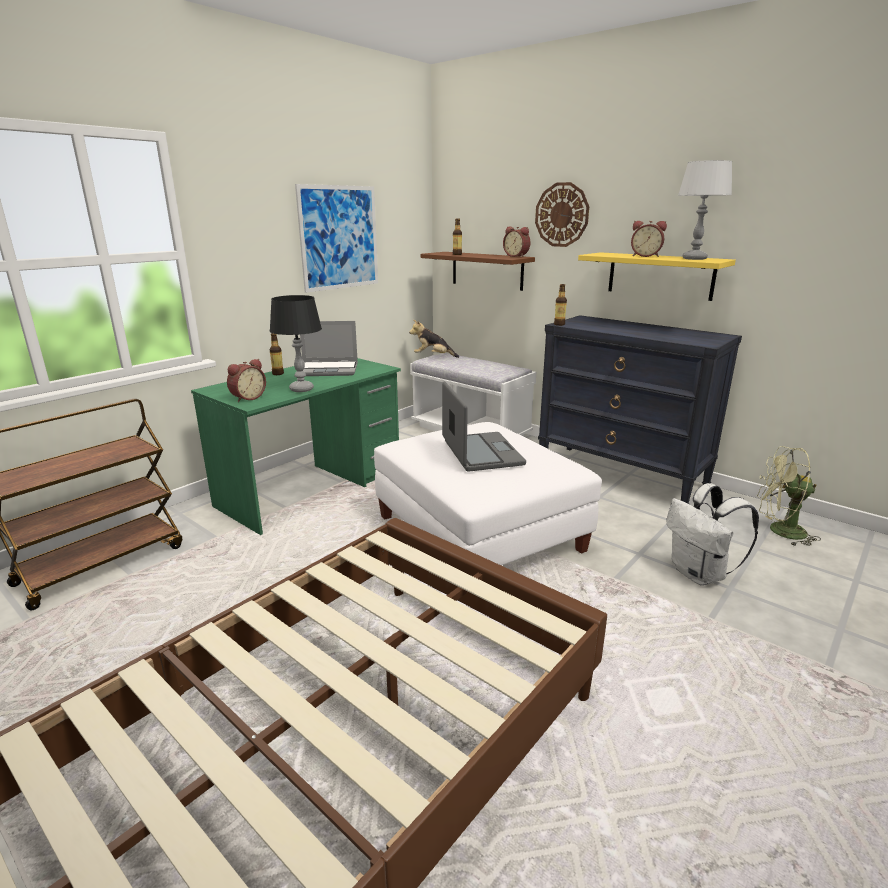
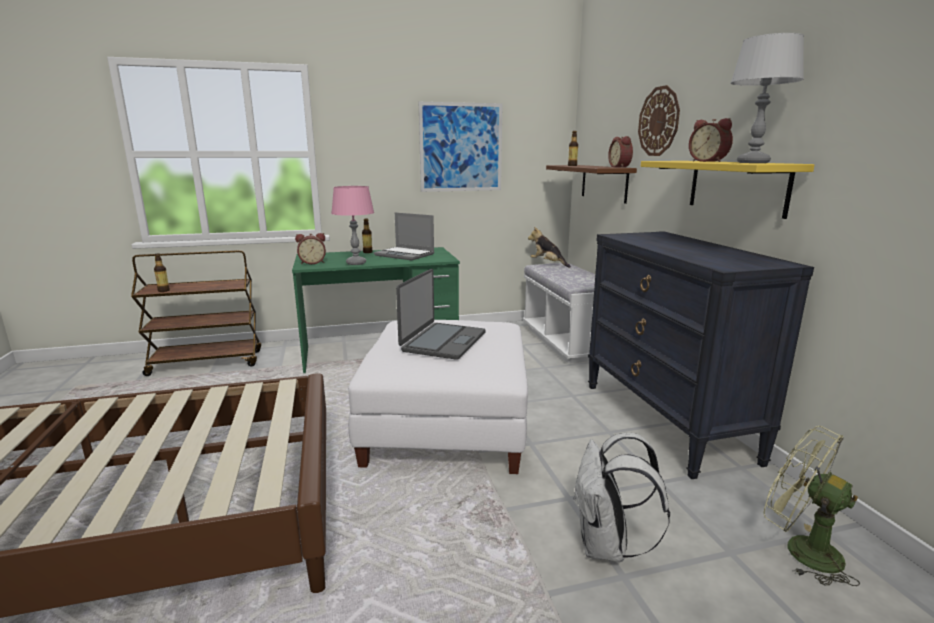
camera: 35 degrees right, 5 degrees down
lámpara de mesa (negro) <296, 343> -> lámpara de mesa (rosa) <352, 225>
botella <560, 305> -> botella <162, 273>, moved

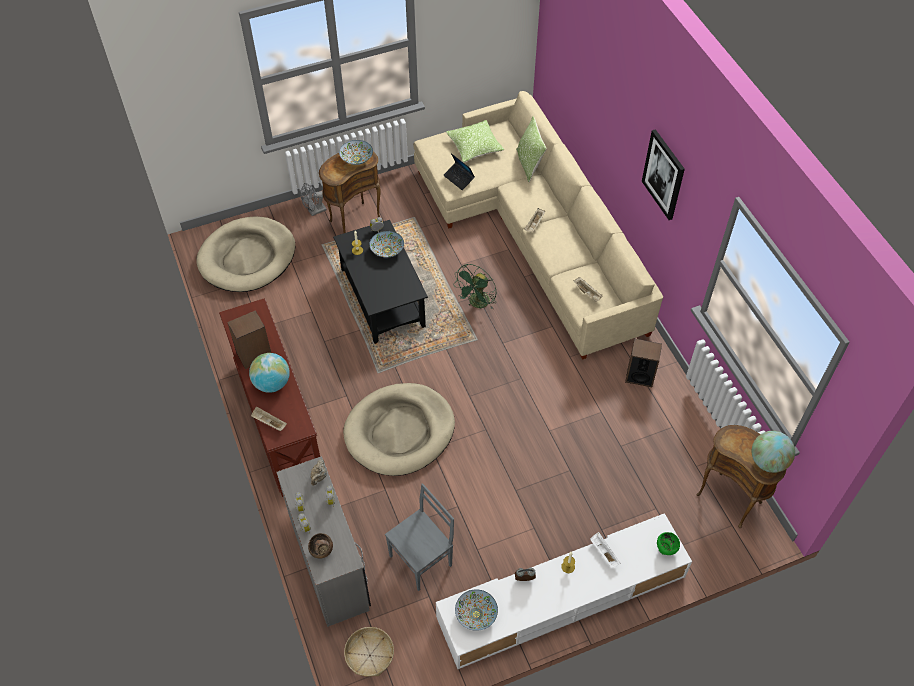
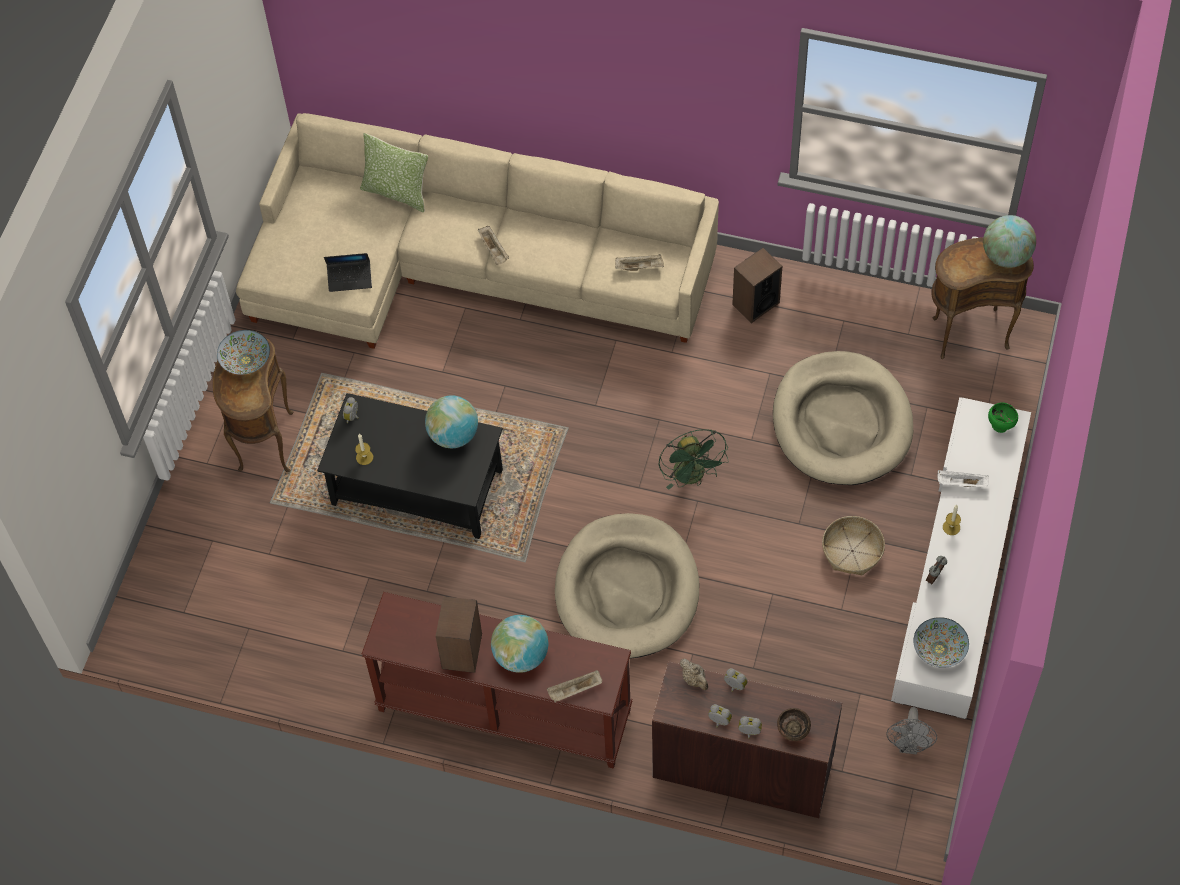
camera: 50 degrees left, 5 degrees up
cama para perro (beis) <245, 254> -> cama para perro (beis) <843, 418>, moved
escritorio (gris) <323, 541> -> escritorio (marrón) <747, 739>
ventilador (gris) <313, 199> -> ventilador (gris) <911, 731>, moved
cesta <369, 652> -> cesta <853, 545>, moved
cuenco <387, 244> -> none
silla (gris) <419, 537> -> none
cojín <475, 141> -> none
ventilador (verde) <475, 286> -> ventilador (verde) <693, 459>, moved
cuadro <663, 174> -> none
none -> globo terráqueo <451, 421>

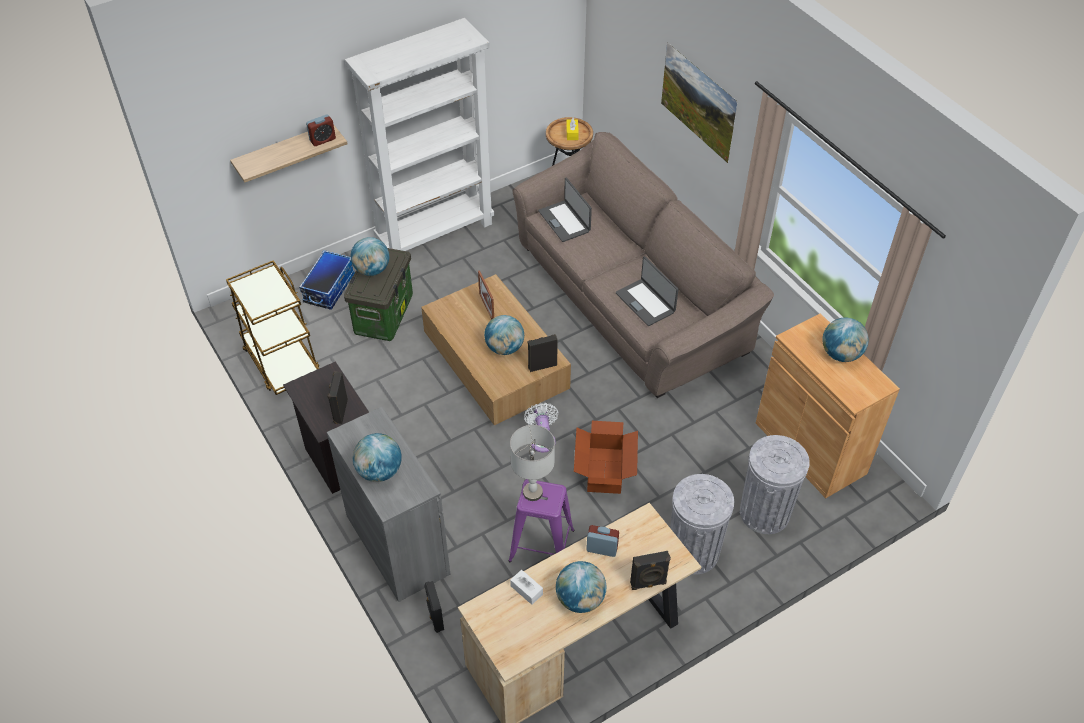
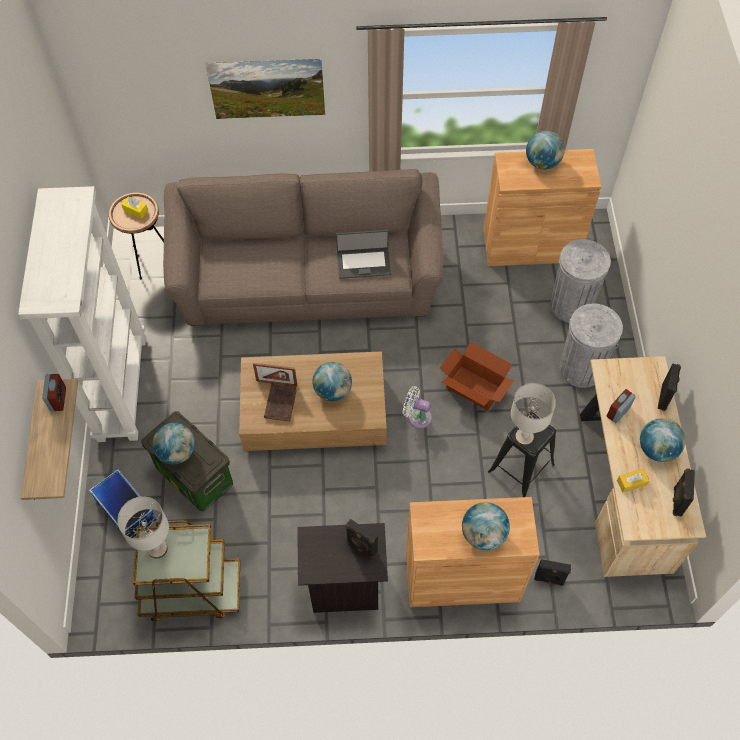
camera: 60 degrees left, 10 degrees up
armario (gris) <388, 504> -> armario (marrón) <473, 552>
taburete (morado) <542, 520> -> taburete (negro) <522, 454>
caja de pañuelos (blanco) <526, 587> -> caja de pañuelos (amarillo) <633, 480>
altavoz (negro) <543, 353> -> altavoz (negro) <684, 492>, moved
portátil <565, 210> -> none
none -> lámpara de mesa (gris) <143, 527>
none -> libro (marrón) <280, 403>

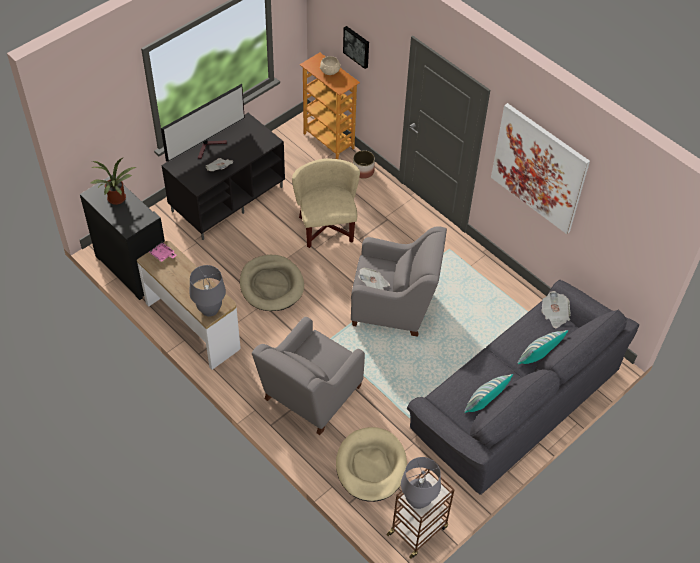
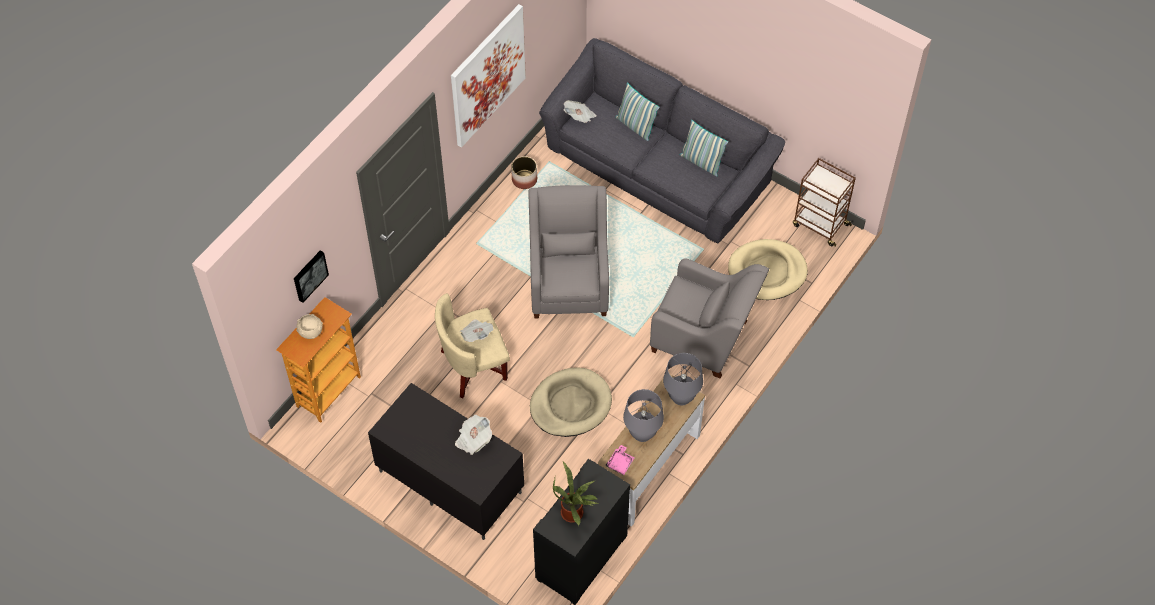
camera: 100 degrees left, 5 degrees up
televisor <203, 123> -> none
maceta <364, 164> -> maceta <524, 172>, moved
periódico <374, 278> -> periódico <477, 330>, moved
lámpara de mesa (gris) <421, 483> -> lámpara de mesa (gris) <643, 415>, moved

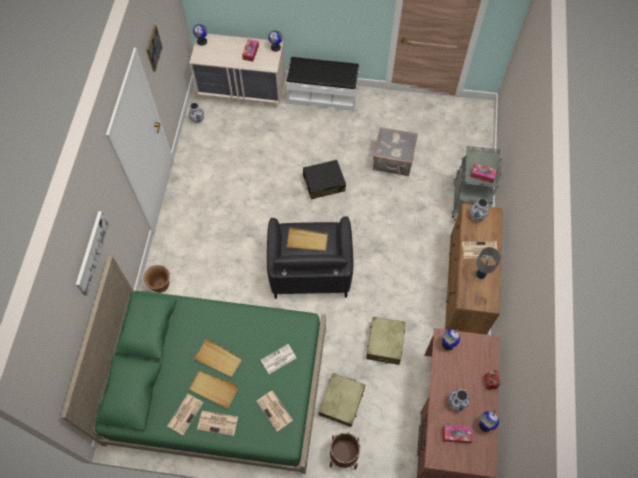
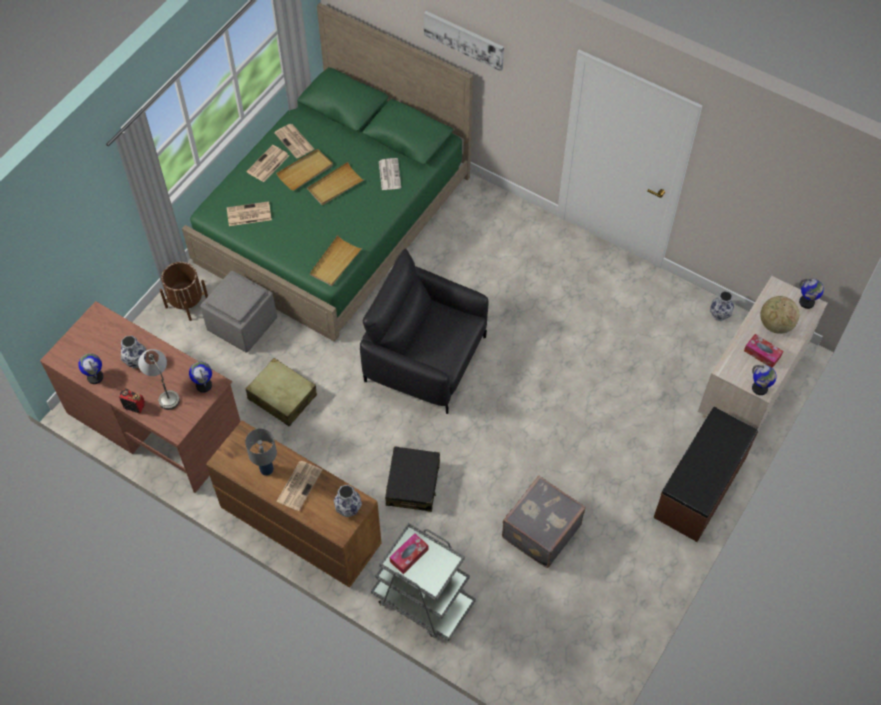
camera: 115 degrees right, 5 degrees down
maceta (marrón) <156, 279> -> none
cuadro <154, 48> -> none
periódico <278, 359> -> periódico <390, 174>, moved
banco (blanco) <322, 84> -> banco (marrón) <705, 474>
bandeja (beis) <307, 239> -> bandeja (beis) <336, 261>, moved
maleta (negro) <324, 180> -> maleta (negro) <412, 479>, moved
maleta (beis) <342, 400> -> puf (gris) <238, 311>
caja de pañuelos <457, 434> -> none
none -> lámpara de mesa (gris) <159, 379>
none -> globo terráqueo <779, 315>

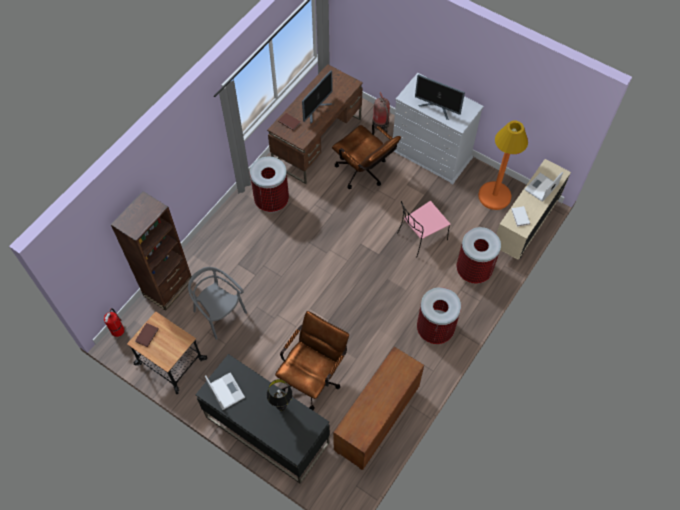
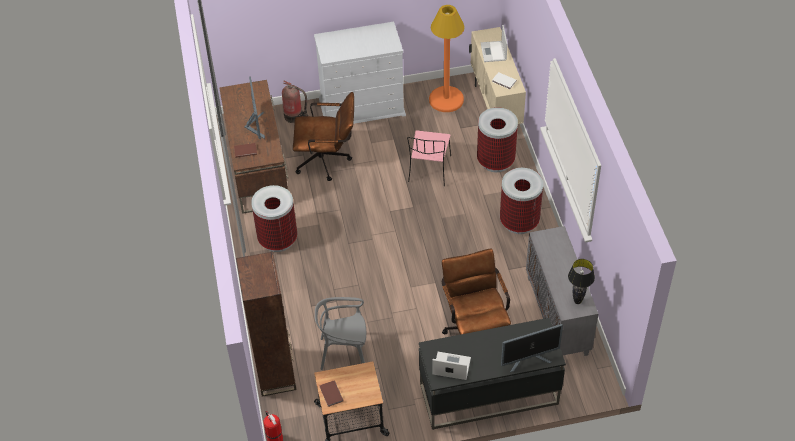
camera: 45 degrees left, 10 degrees down
lámpara de mesa (negro) <279, 395> -> lámpara de mesa (negro) <581, 281>, moved
armario (marrón) <378, 408> -> armario (gris) <562, 291>
monitor <440, 97> -> monitor <532, 348>, moved

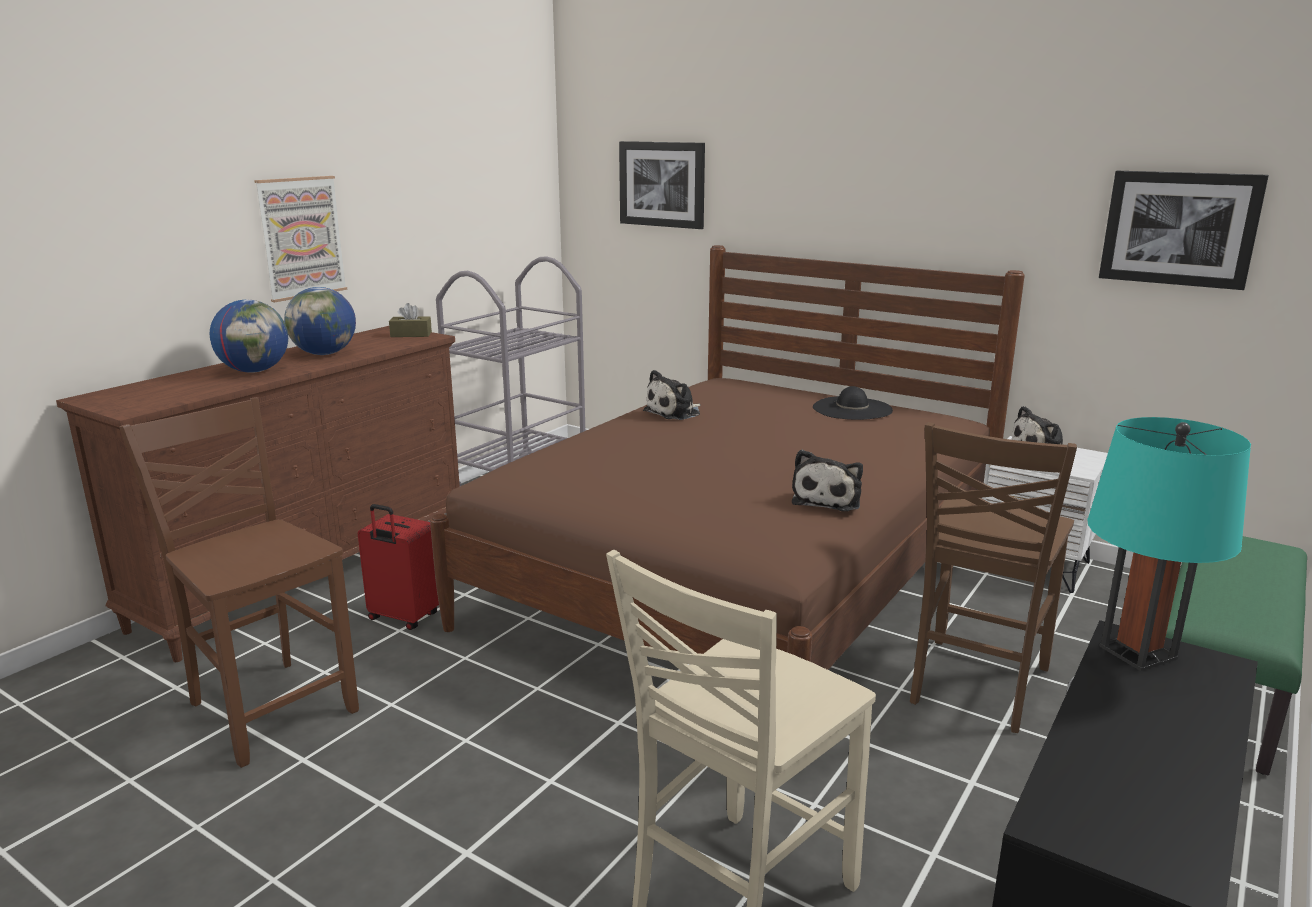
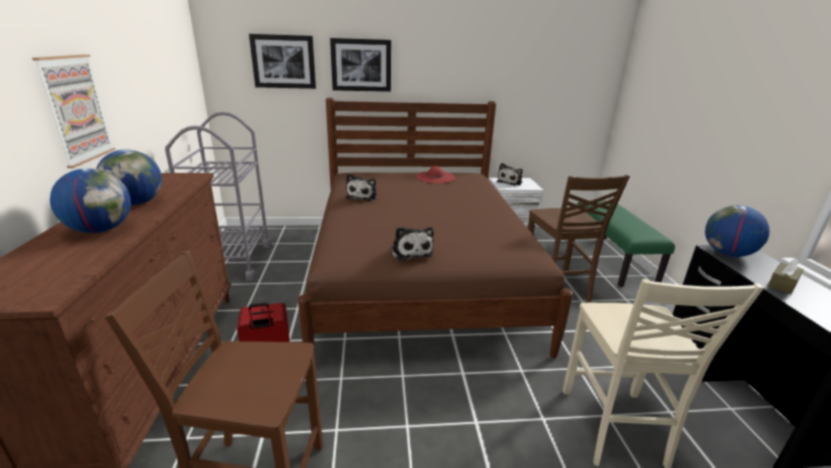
camera: 40 degrees left, 5 degrees up
caja de pañuelos (marrón) <410, 320> -> caja de pañuelos (marrón) <786, 276>, moved
peluche <827, 481> -> peluche <412, 244>, moved
sombrero (negro) <853, 403> -> sombrero (rojo) <435, 174>
lámpara de mesa (turquesa) <1169, 544> -> globo terráqueo <737, 231>
cuadro <1184, 230> -> cuadro <360, 65>, moved

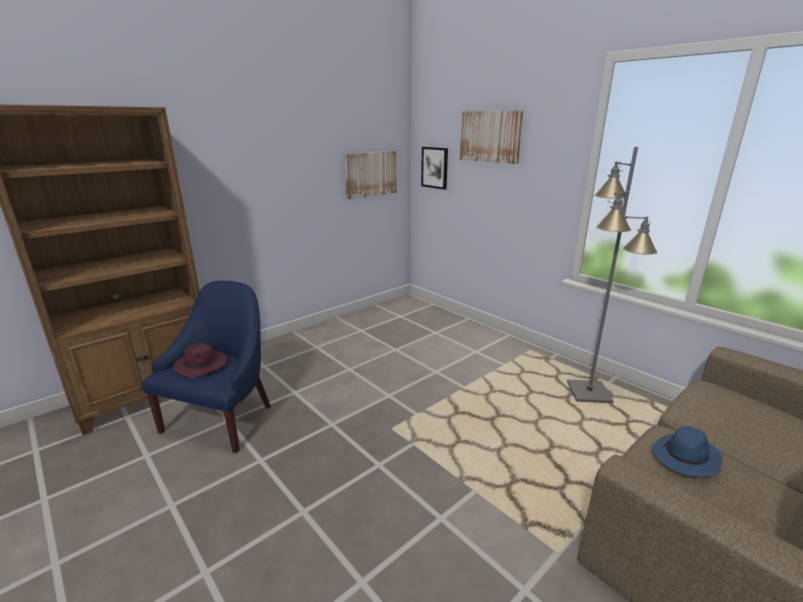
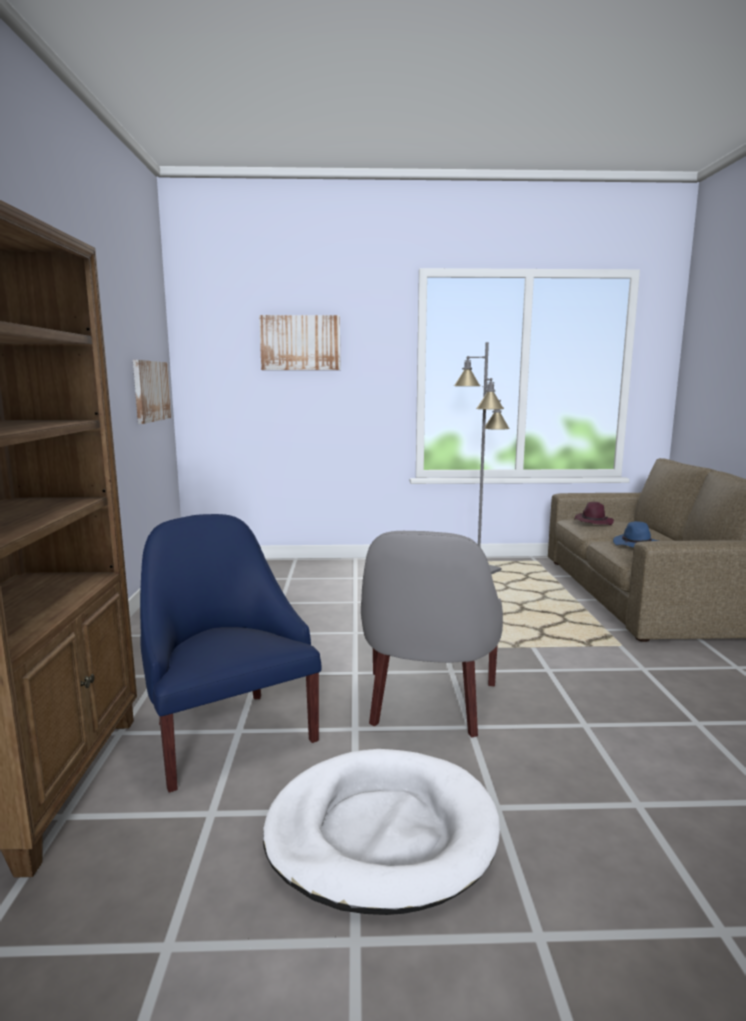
camera: 50 degrees left, 10 degrees down
sombrero (morado) <200, 360> -> sombrero (morado) <594, 513>, moved
cuadro <434, 168> -> none
none -> cama para perro (blanco) <381, 832>
none -> sillón (gris) <432, 634>

